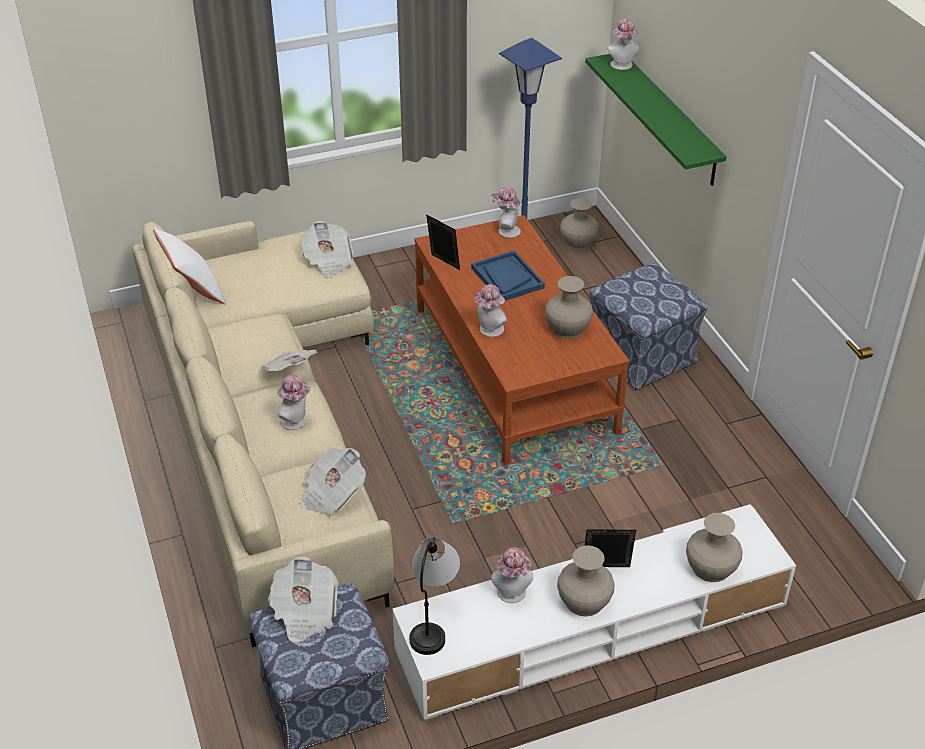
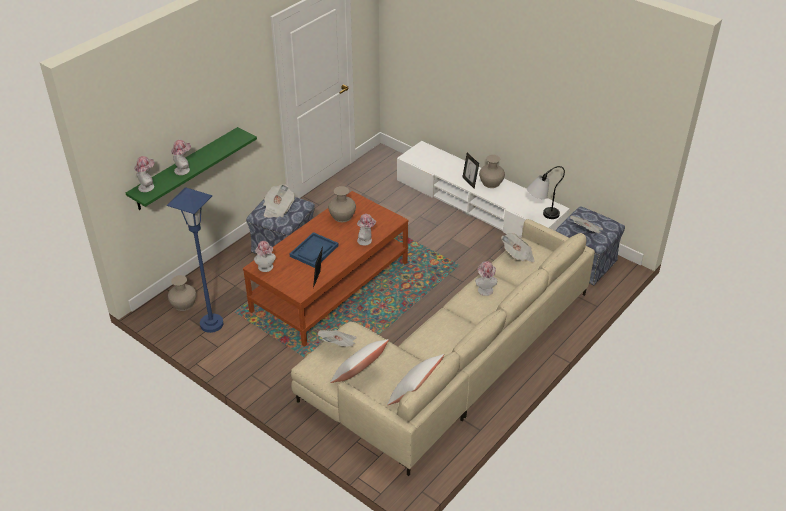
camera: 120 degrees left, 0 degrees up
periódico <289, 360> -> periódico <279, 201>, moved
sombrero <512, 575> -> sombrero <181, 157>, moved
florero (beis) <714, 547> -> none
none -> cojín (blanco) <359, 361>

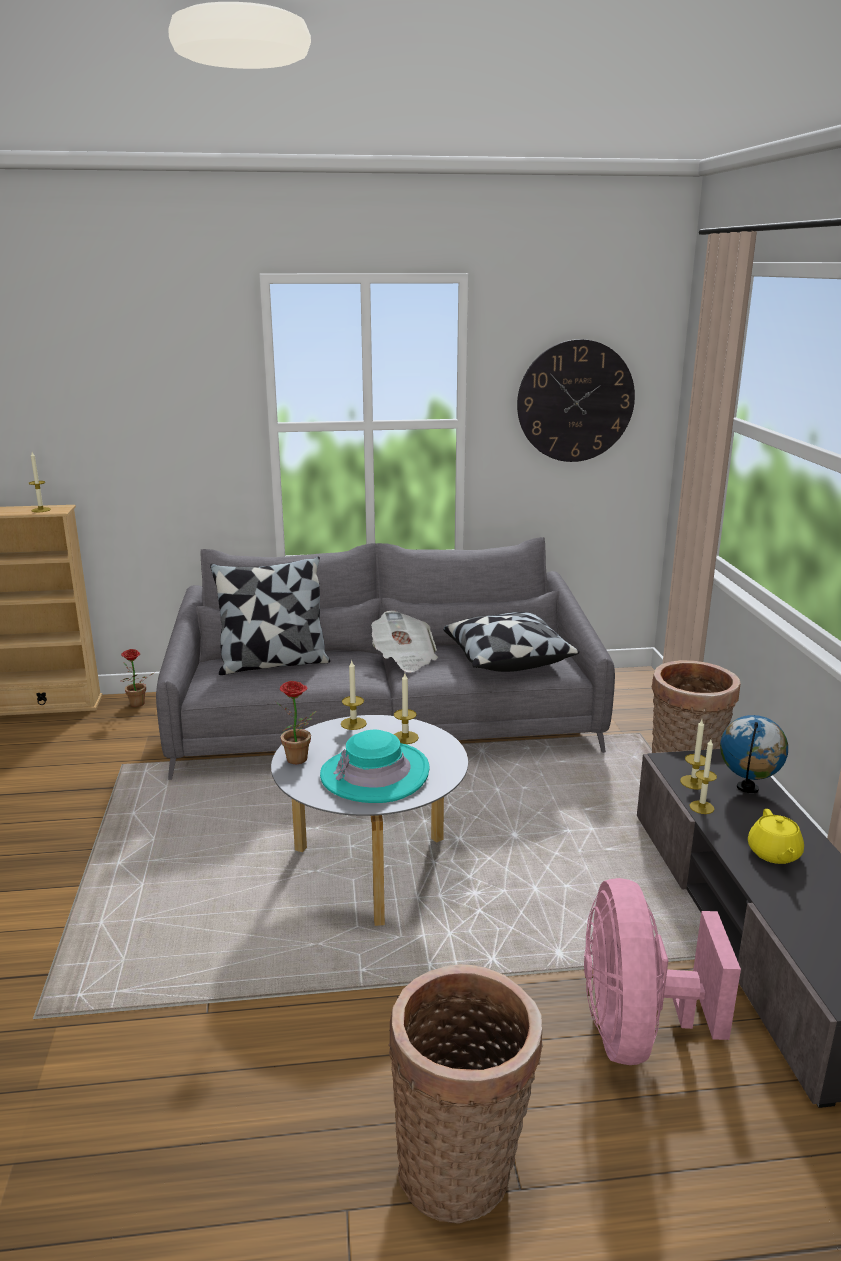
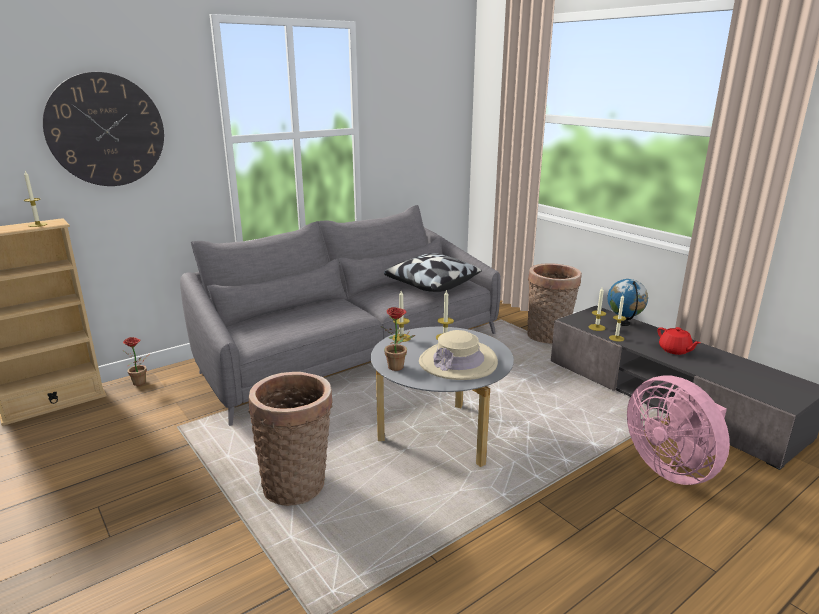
camera: 30 degrees left, 0 degrees up
cojín <270, 616> -> none
sombrero (turquesa) <375, 766> -> sombrero (beis) <458, 355>
periódico <404, 641> -> none
cesta <465, 1094> -> cesta <290, 439>, moved
reloj de pared <576, 400> -> reloj de pared <103, 129>, moved
tetera (amarillo) <776, 836> -> tetera (rojo) <679, 341>

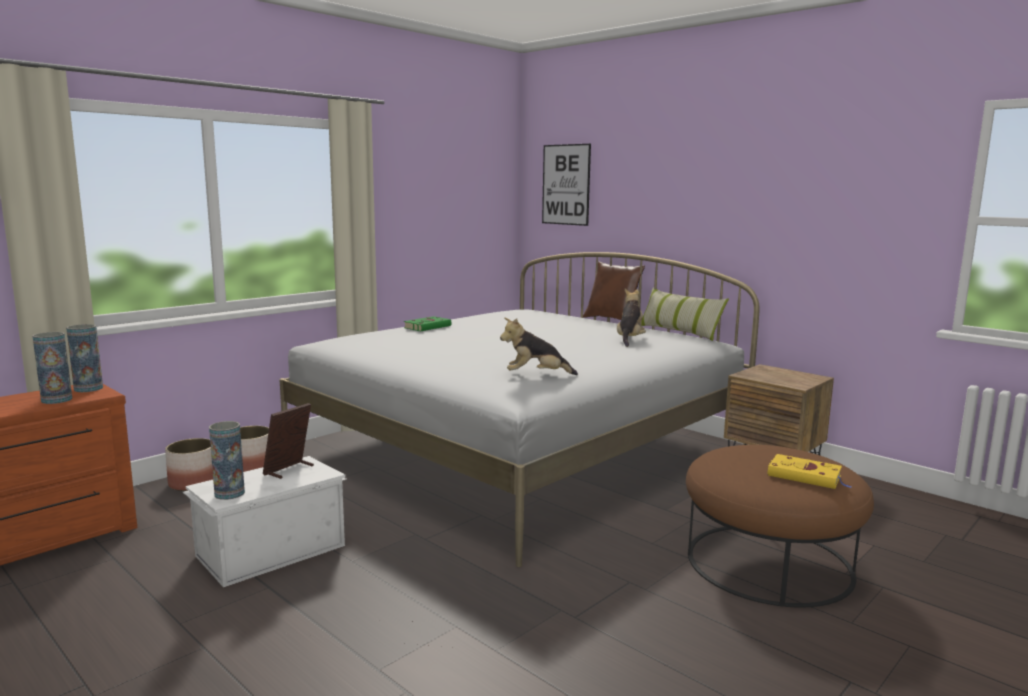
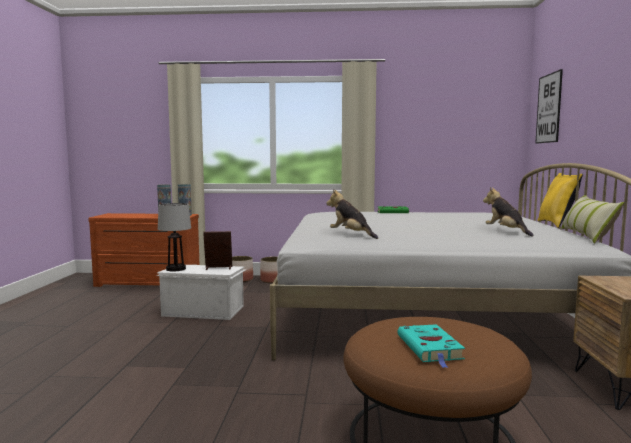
camera: 50 degrees right, 5 degrees down
florero <227, 460> -> lámpara de mesa <174, 237>
cojín (marrón) <614, 291> -> cojín (amarillo) <560, 200>
peluche <631, 318> -> peluche <508, 212>, 90 degrees counterclockwise
libro (amarillo) <809, 471> -> libro (turquesa) <431, 346>

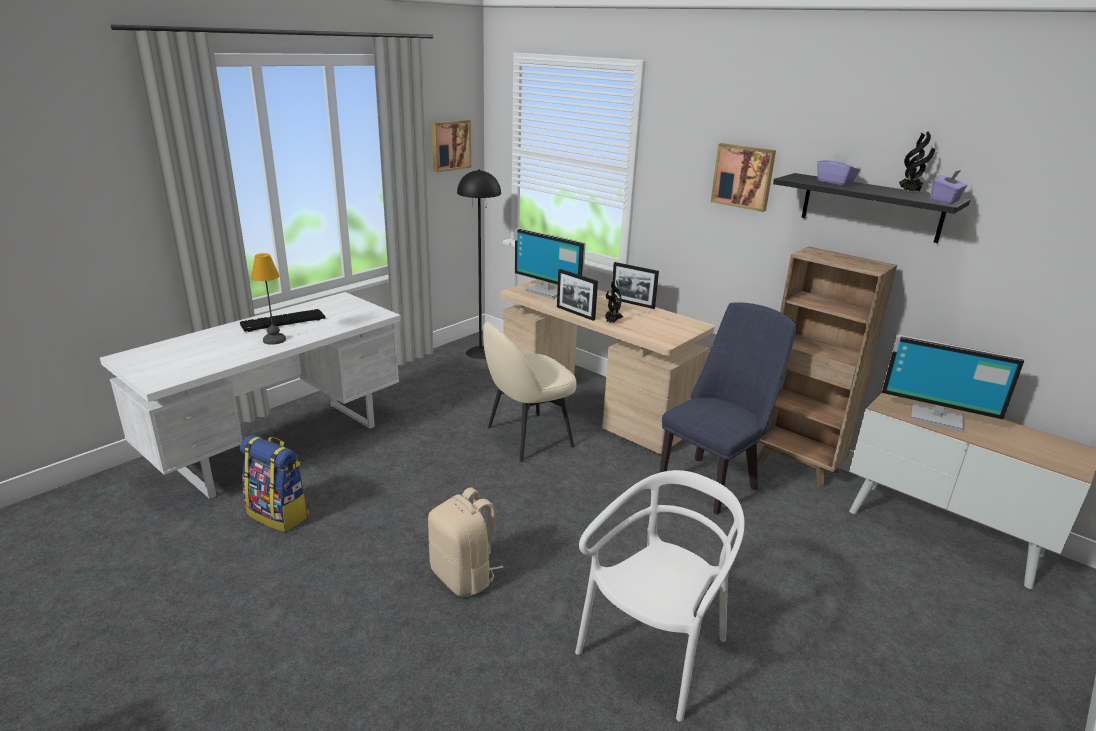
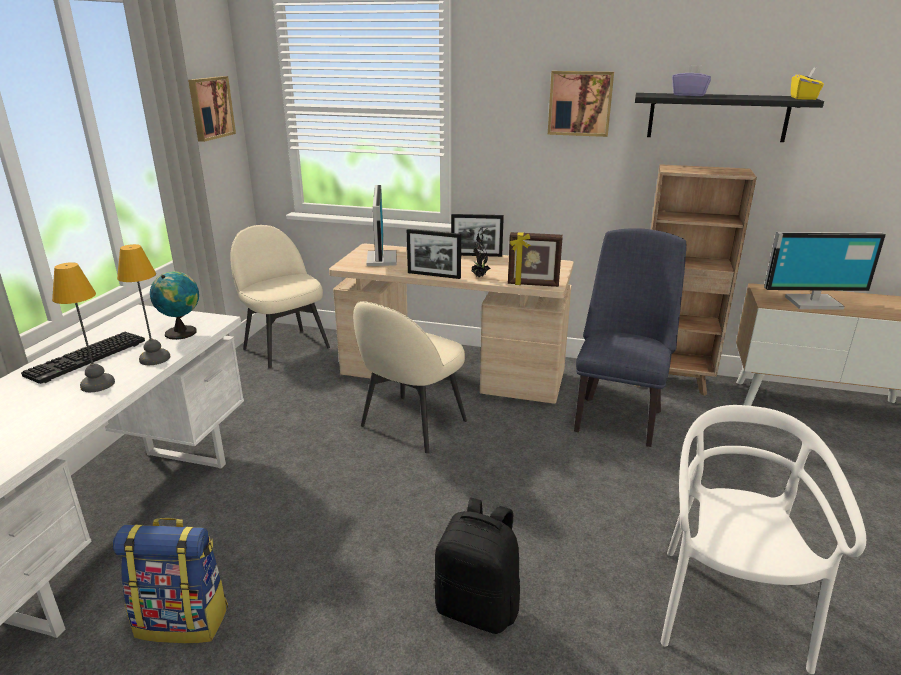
camera: 25 degrees left, 0 degrees up
mochila (beis) <465, 542> -> mochila (negro) <477, 566>
lámpara de pie (negro) <479, 264> -> silla (beis) <280, 296>
monitor <550, 263> -> monitor <382, 225>, 105 degrees counterclockwise
planta en maceta <917, 162> -> none
caja de pañuelos (morado) <949, 187> -> caja de pañuelos (amarillo) <807, 84>
none -> lámpara de mesa <143, 304>
none -> globo terráqueo <174, 305>
none -> portarretratos <535, 259>

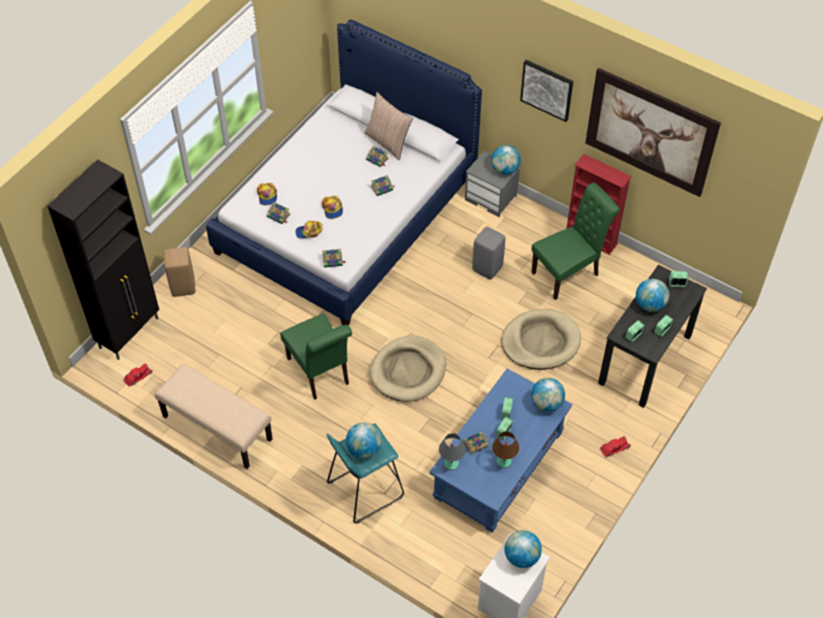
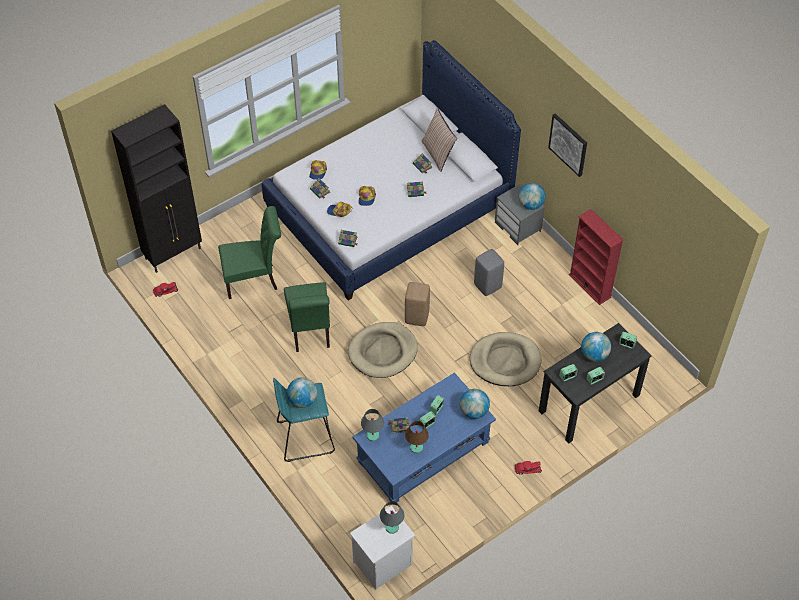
camera: 20 degrees right, 0 degrees up
banco (beis) <214, 416> -> none
taburete (beis) <179, 272> -> taburete (beis) <417, 304>, moved
globo terráqueo <523, 549> -> lámpara de mesa (gris) <392, 517>
silla (verde) <575, 241> -> silla (verde) <249, 252>, moved
cuadro <653, 132> -> none

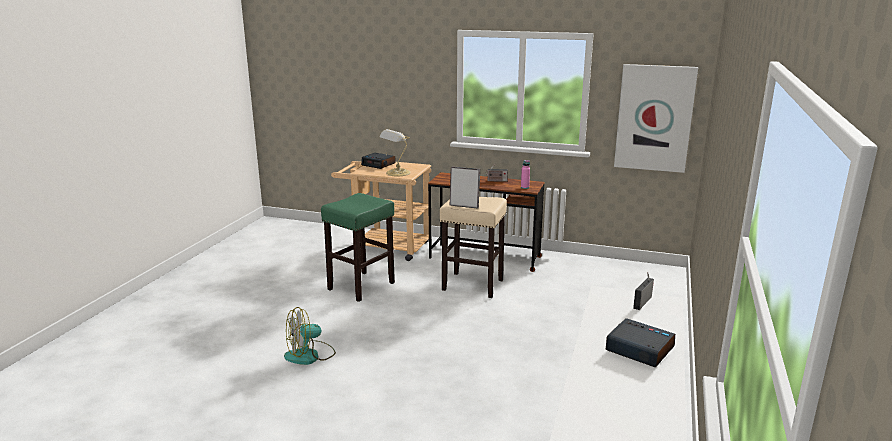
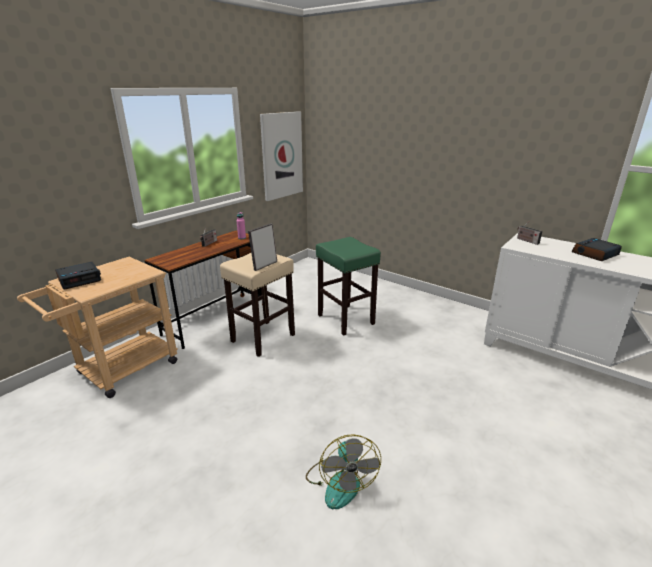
camera: 70 degrees left, 5 degrees up
taburete (verde) <358, 247> -> taburete (verde) <348, 286>, moved
lámpara de mesa <394, 152> -> none

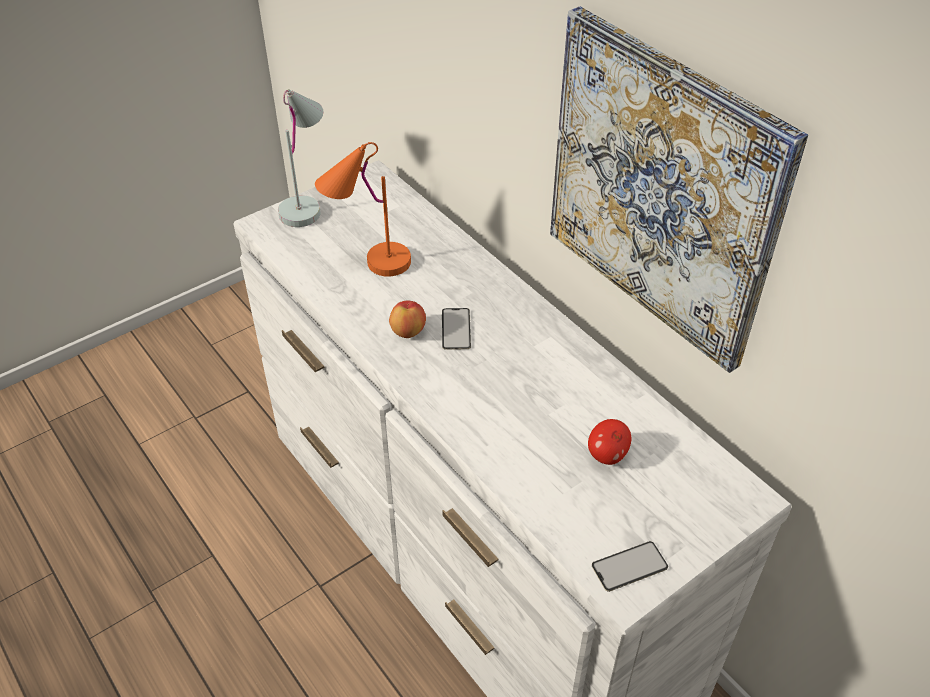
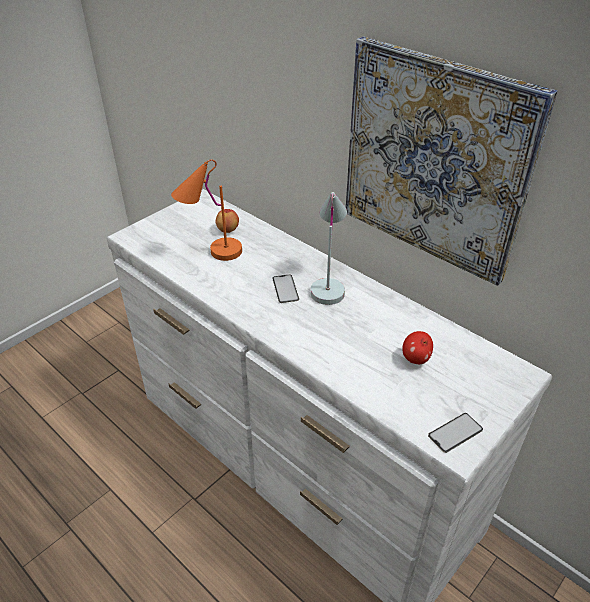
camera: 10 degrees left, 5 degrees down
lámpara de mesa (blanco) <300, 158> -> lámpara de mesa (blanco) <329, 248>, moved
manzana <407, 319> -> manzana <227, 221>, moved

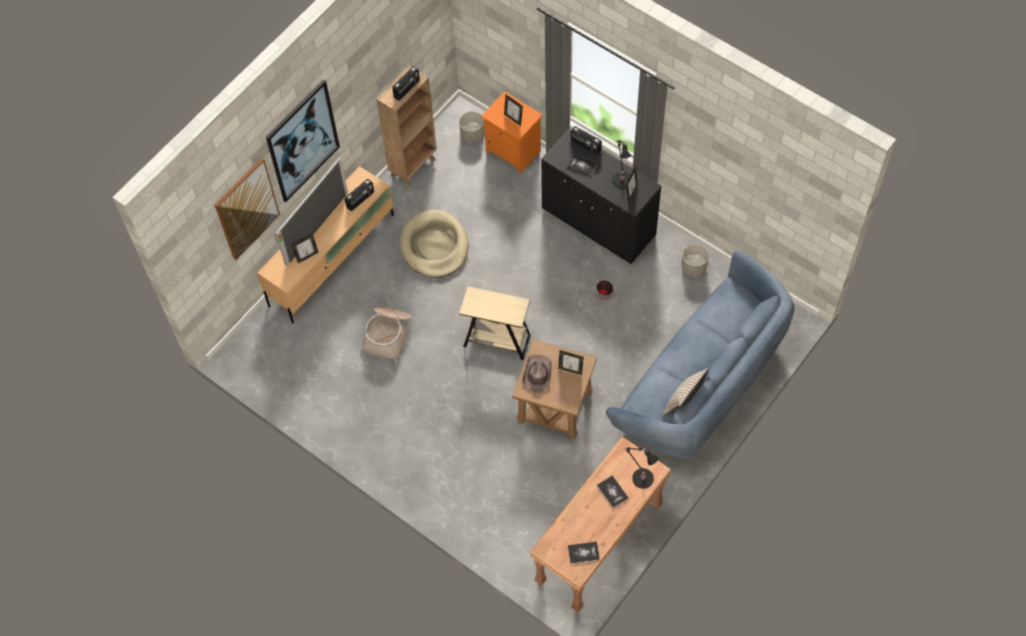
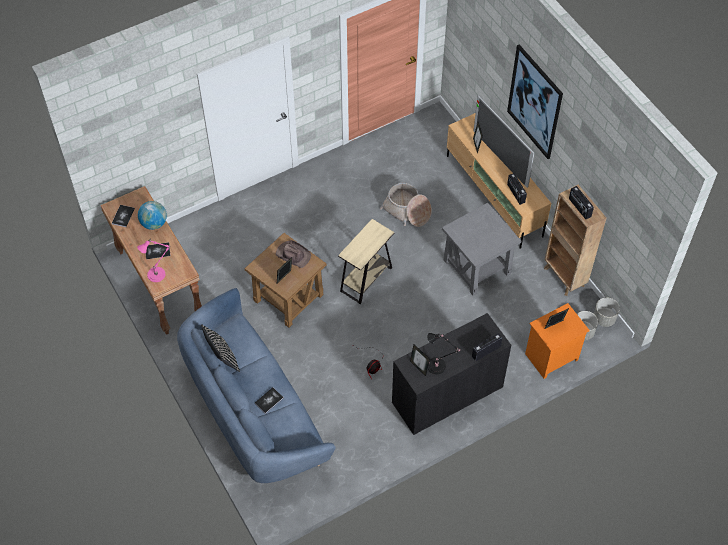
camera: 110 degrees right, 5 degrees down
cuadro <247, 209> -> none
cama para perro (beis) <434, 244> -> mesa auxiliar (gris) <481, 249>
libro <582, 165> -> libro <269, 400>, moved
lámpara de mesa (negro) <641, 468> -> lámpara de mesa (rosa) <153, 261>
cojín (beis) <685, 392> -> cojín (negro) <220, 348>
maceta (gris) <695, 260> -> maceta (gris) <607, 312>, moved
none -> globo terráqueo <152, 215>

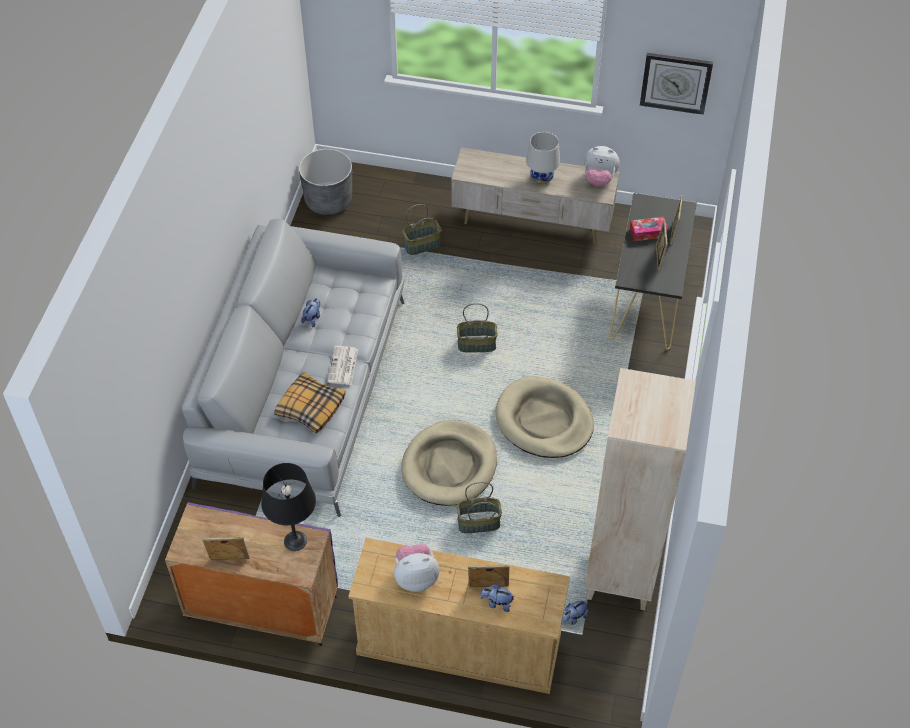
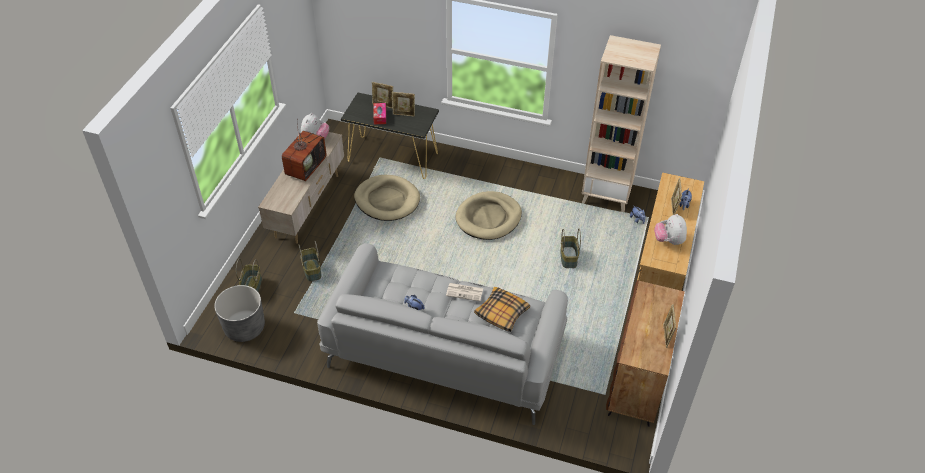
camera: 85 degrees left, 5 degrees down
armario (morado) <251, 574> -> armario (marrón) <645, 353>
lámpara de mesa (negro) <288, 507> -> none
cama para perro (beis) <449, 463> -> cama para perro (beis) <387, 198>, moved
cesta <477, 327> -> cesta <249, 275>, moved
lámpara de mesa (blanco) <543, 158> -> televisor <304, 151>
reloj de pared <676, 84> -> none

